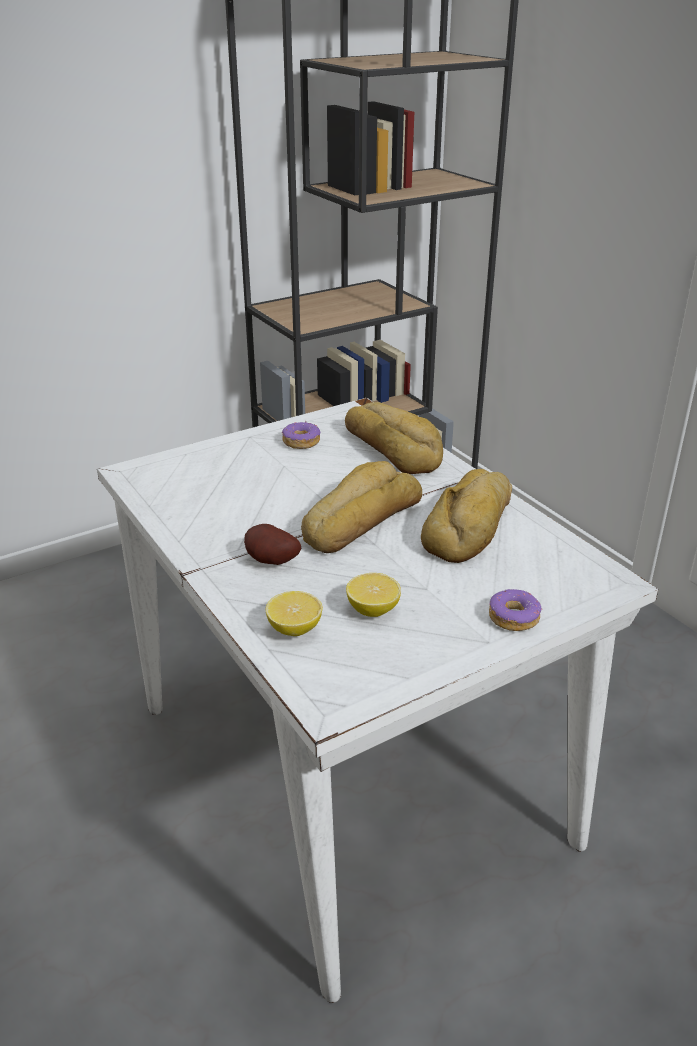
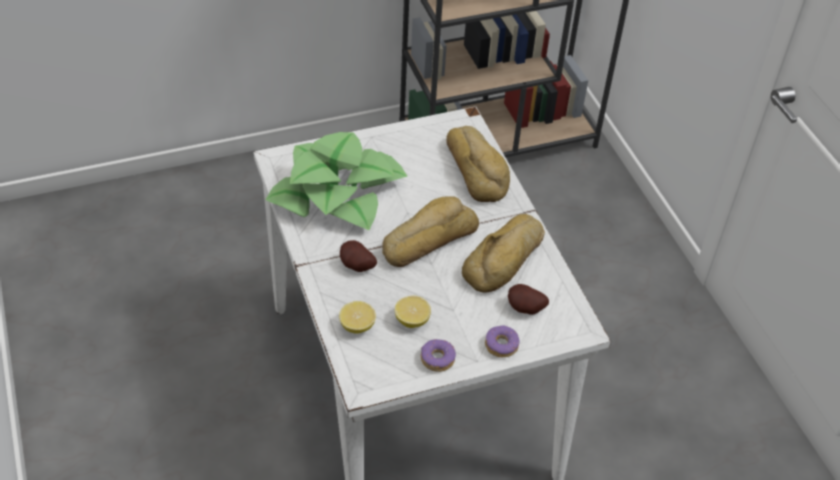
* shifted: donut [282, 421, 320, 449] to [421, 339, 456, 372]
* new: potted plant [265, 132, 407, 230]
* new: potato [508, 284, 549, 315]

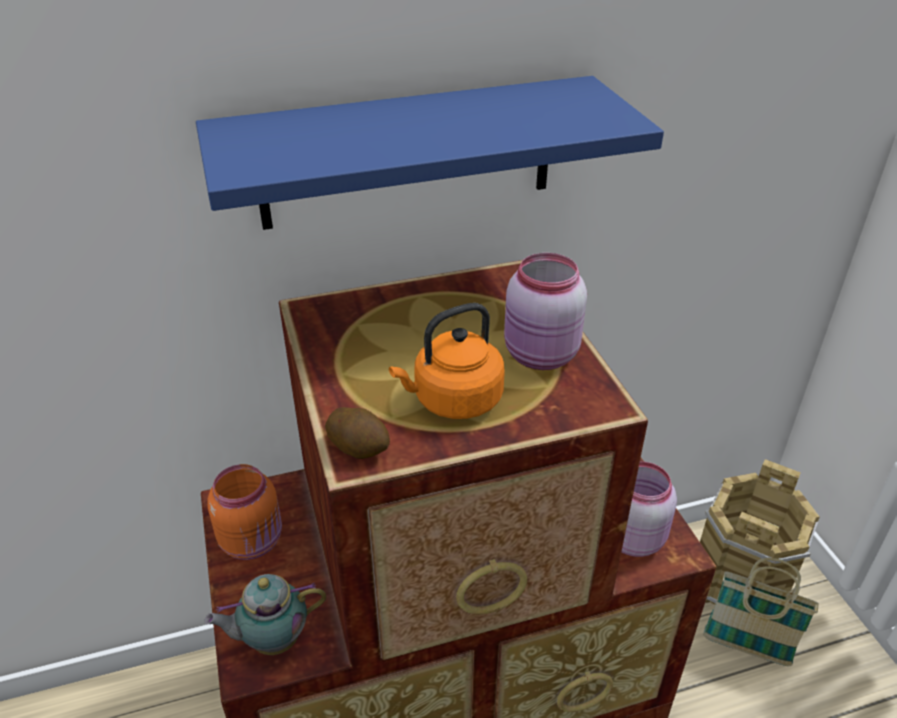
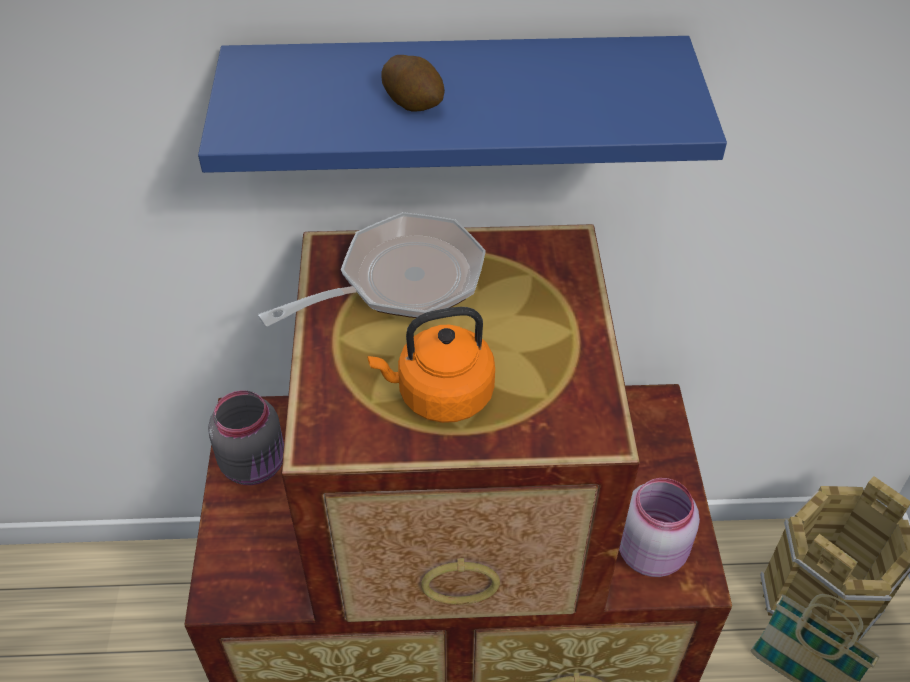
* gone: jar in pink [504, 253, 587, 370]
* shifted: potato [325, 407, 390, 459] to [382, 55, 445, 111]
* repainted: jar in orange [207, 464, 282, 560] to jar in grey [208, 390, 284, 485]
* gone: teapot [204, 574, 327, 655]
* new: frying pan [258, 212, 486, 327]

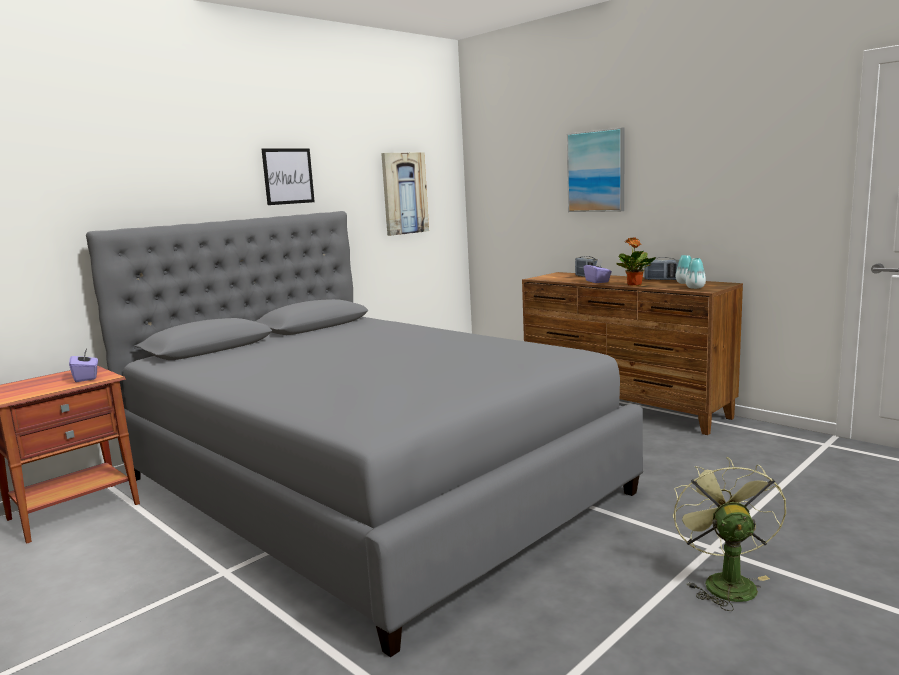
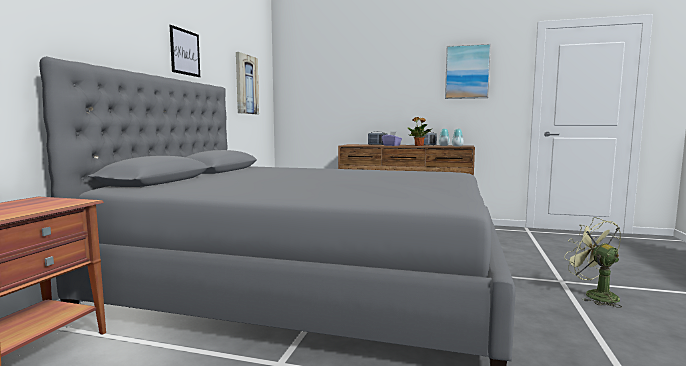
* shifted: picture [567, 127, 624, 212] to [445, 43, 491, 99]
* gone: tissue box in purple [69, 349, 98, 382]

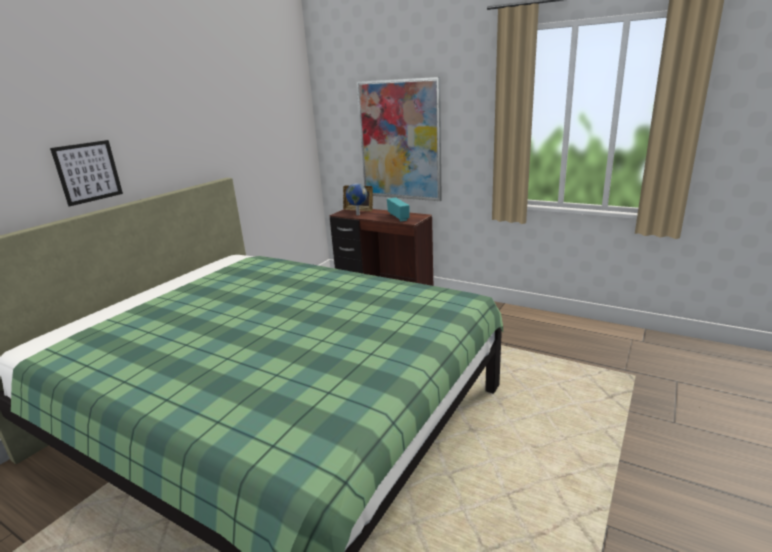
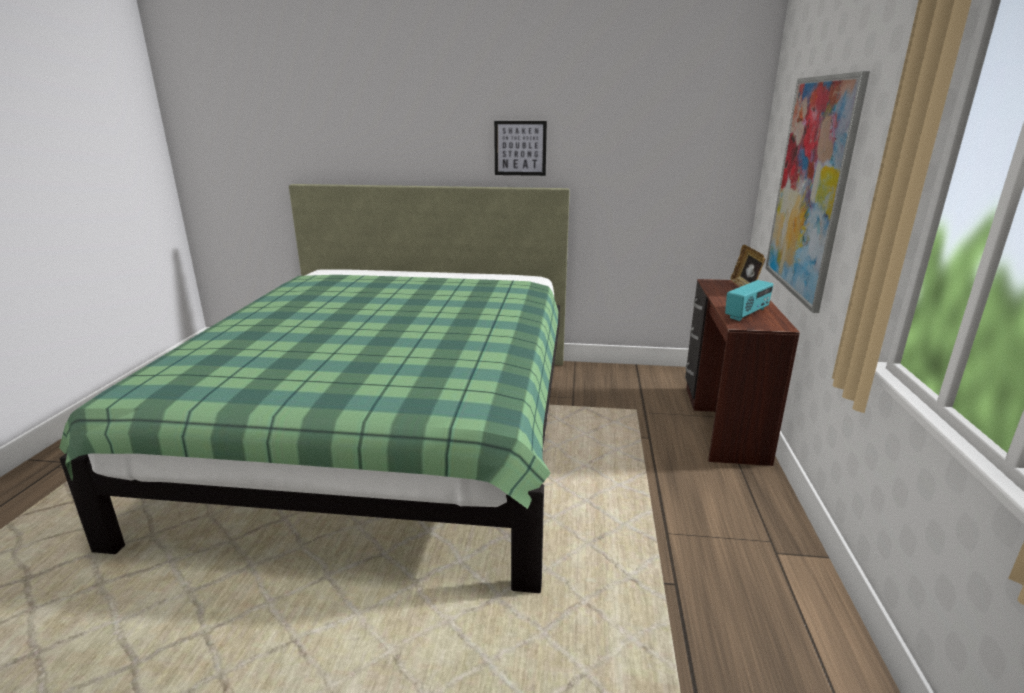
* shifted: picture [50, 140, 123, 207] to [494, 121, 547, 176]
* gone: globe [346, 183, 367, 215]

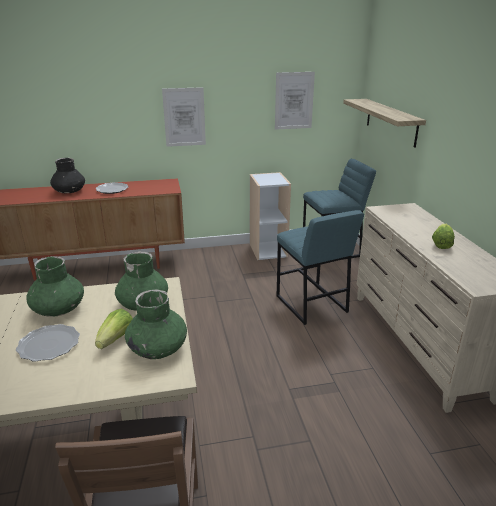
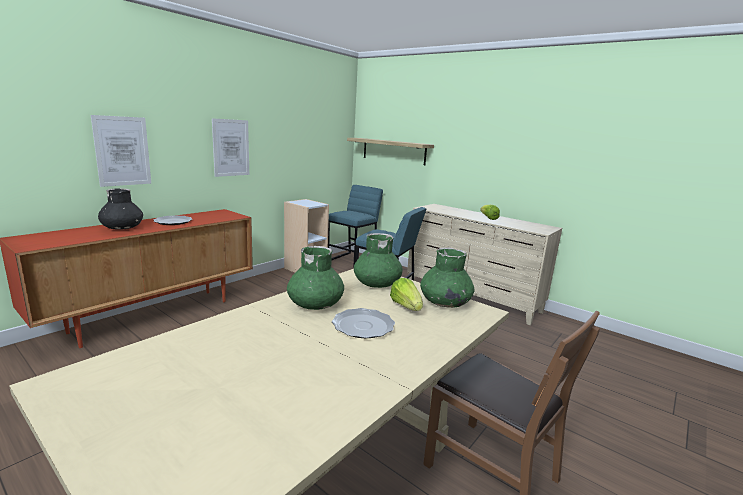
* shifted: picture [275, 72, 315, 130] to [91, 115, 151, 187]

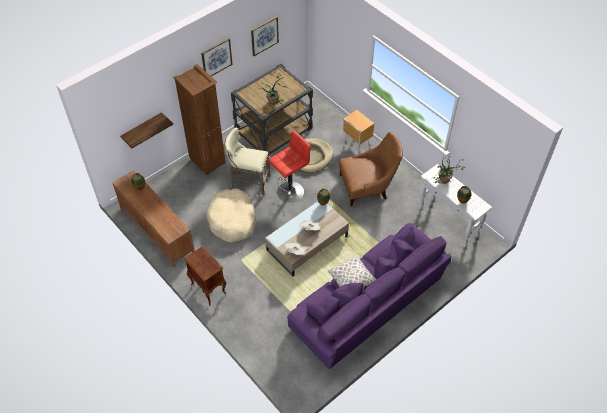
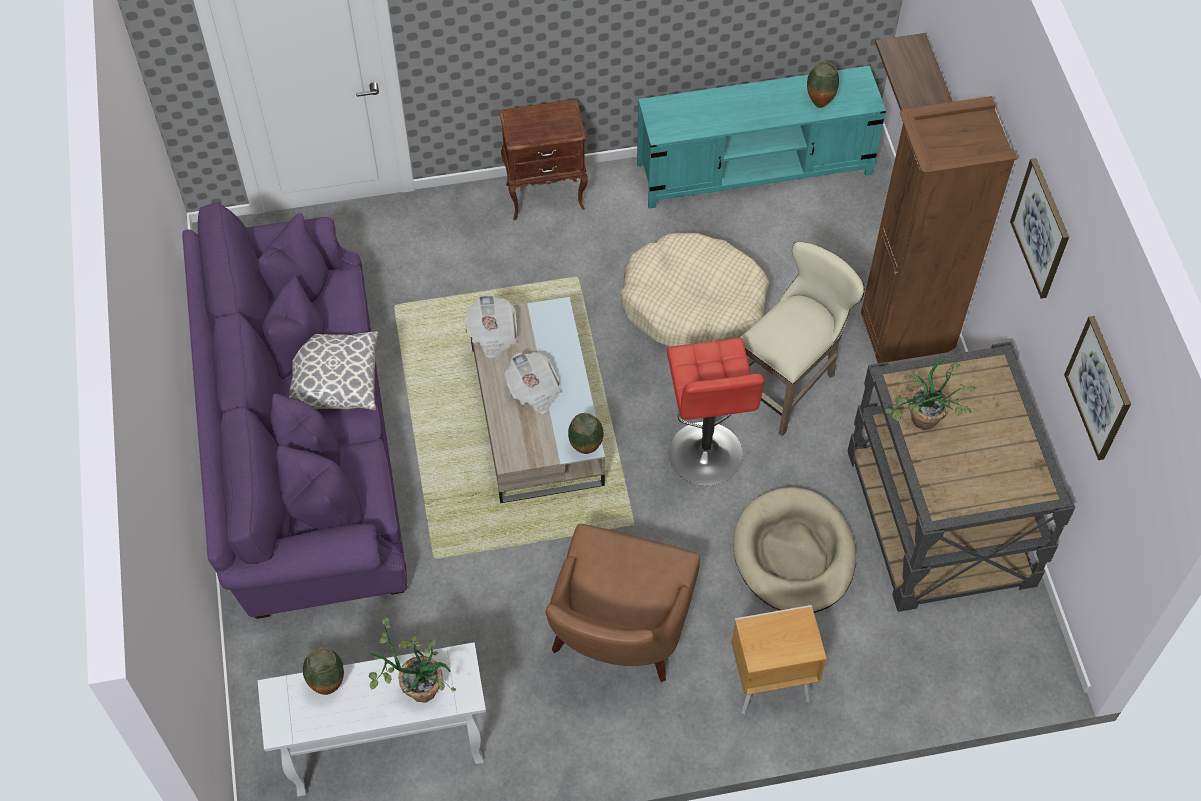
* repainted: tv stand in brown [112, 170, 195, 268] to tv stand in turquoise [637, 66, 886, 209]

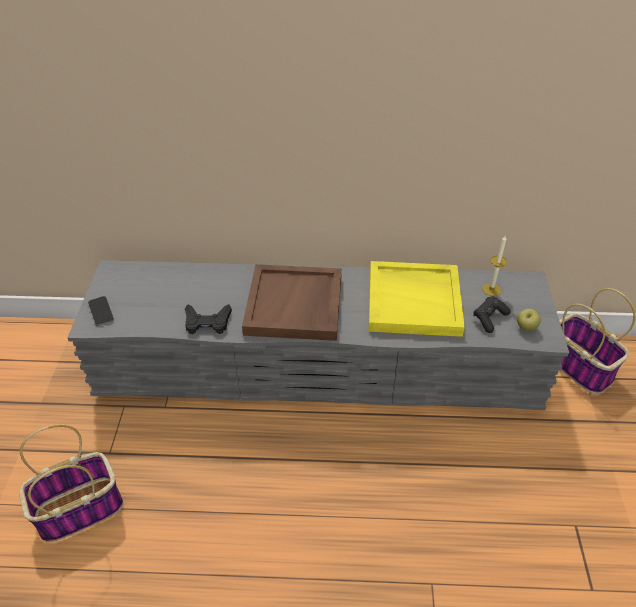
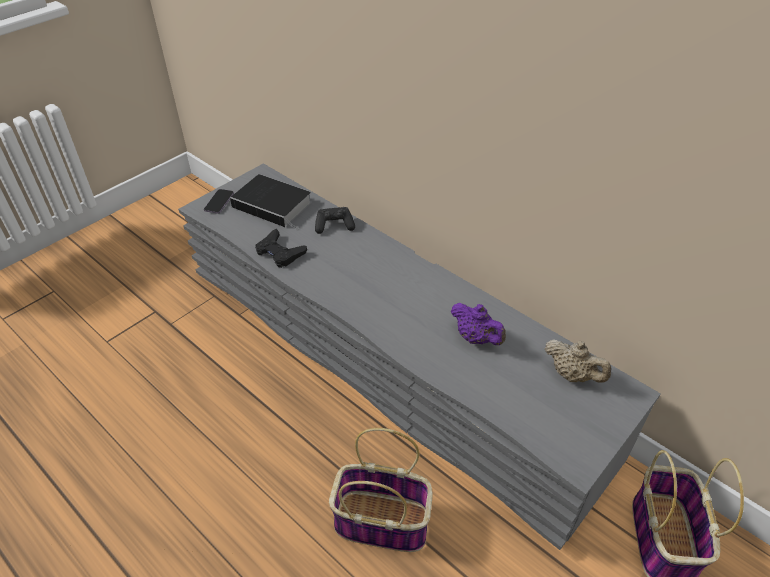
* swapped: candle [482, 236, 507, 296] to teapot in beige [544, 339, 611, 383]
* swapped: tray in yellow [369, 261, 465, 337] to teapot in purple [451, 303, 506, 345]
* gone: tray in brown [242, 264, 342, 341]
* shifted: game controller in black [473, 296, 511, 333] to [315, 207, 355, 234]
* gone: apple [517, 309, 541, 331]
* shifted: basket [19, 424, 123, 542] to [329, 428, 433, 552]
* new: book [230, 174, 312, 230]

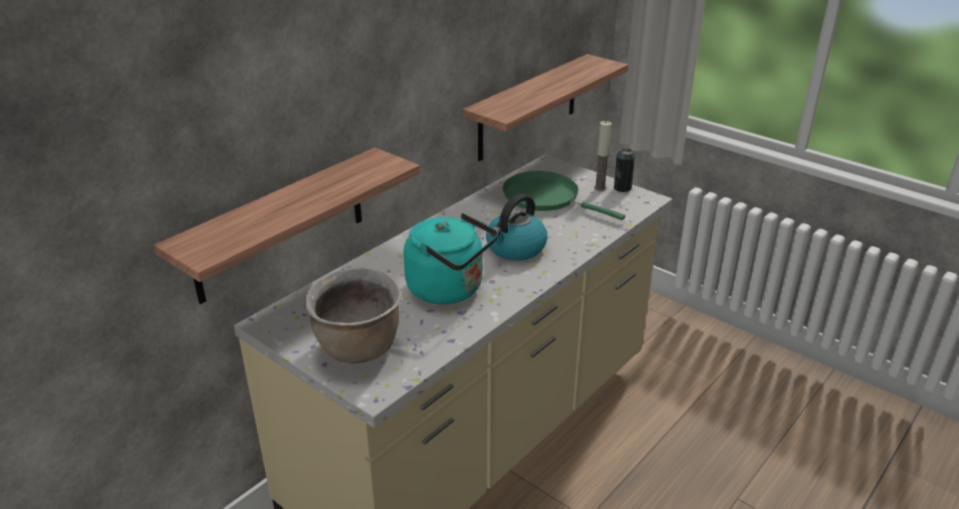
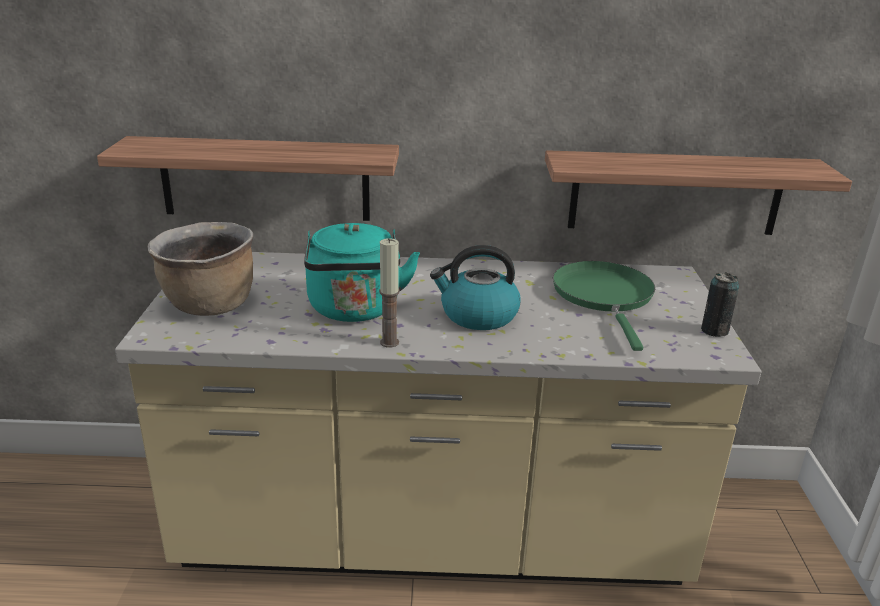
* shifted: candle [594, 121, 612, 191] to [379, 238, 400, 348]

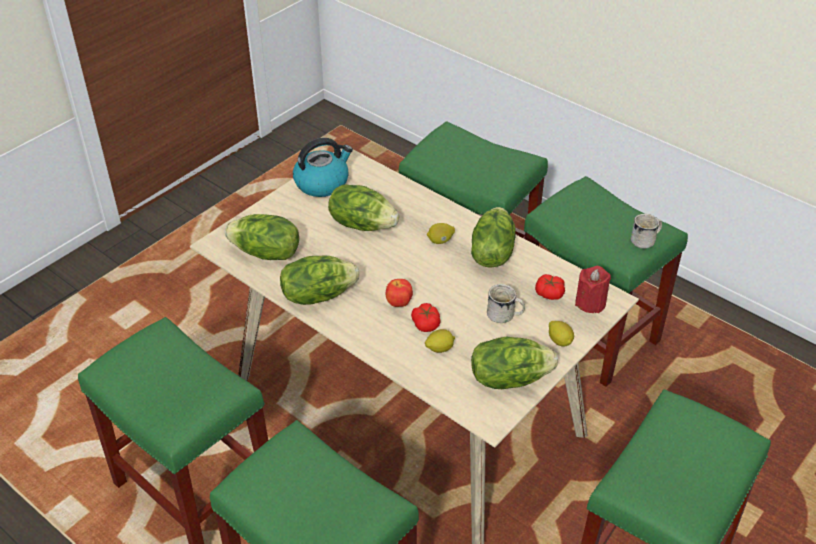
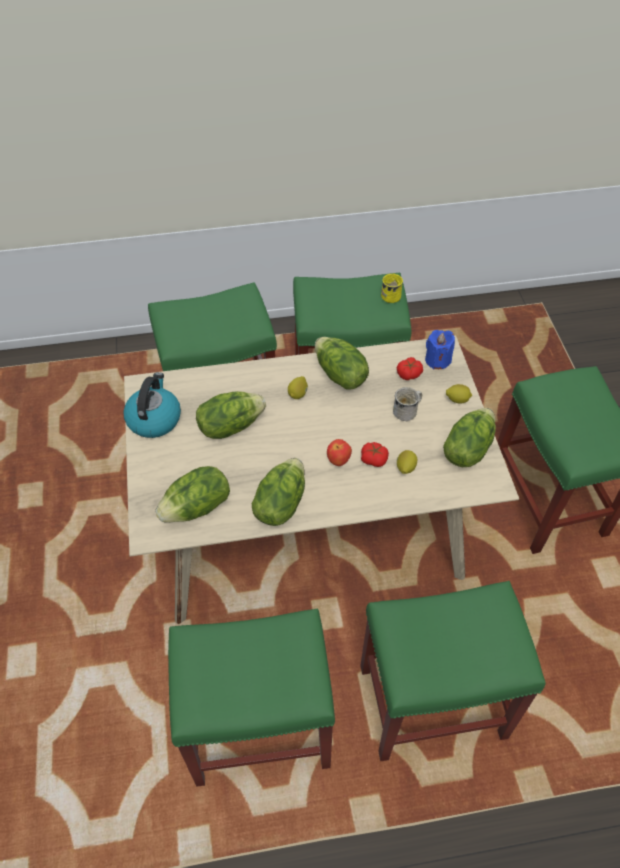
* repainted: mug in white [631, 214, 662, 249] to mug in yellow [381, 274, 403, 303]
* repainted: candle in red [575, 266, 611, 313] to candle in blue [425, 330, 455, 369]

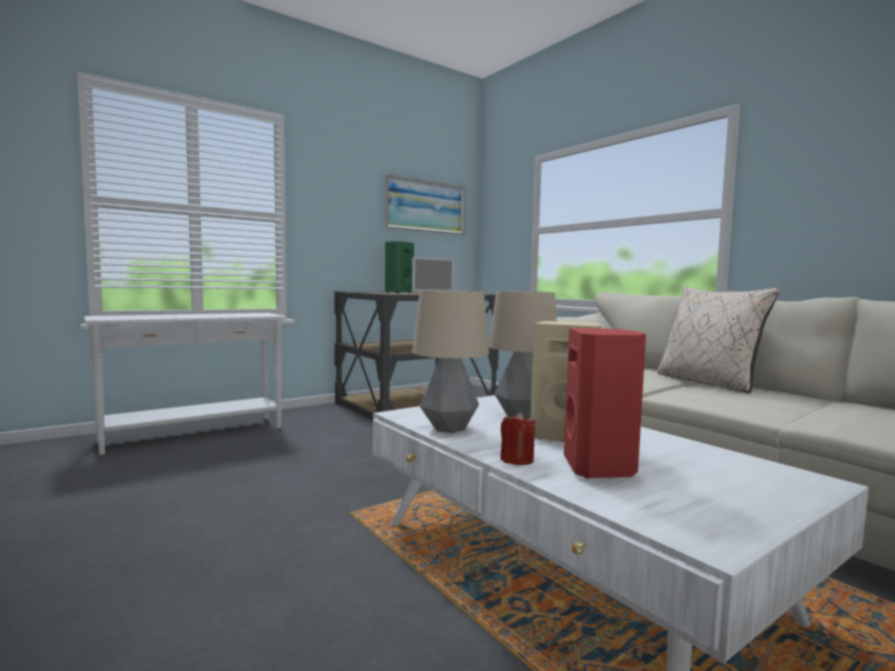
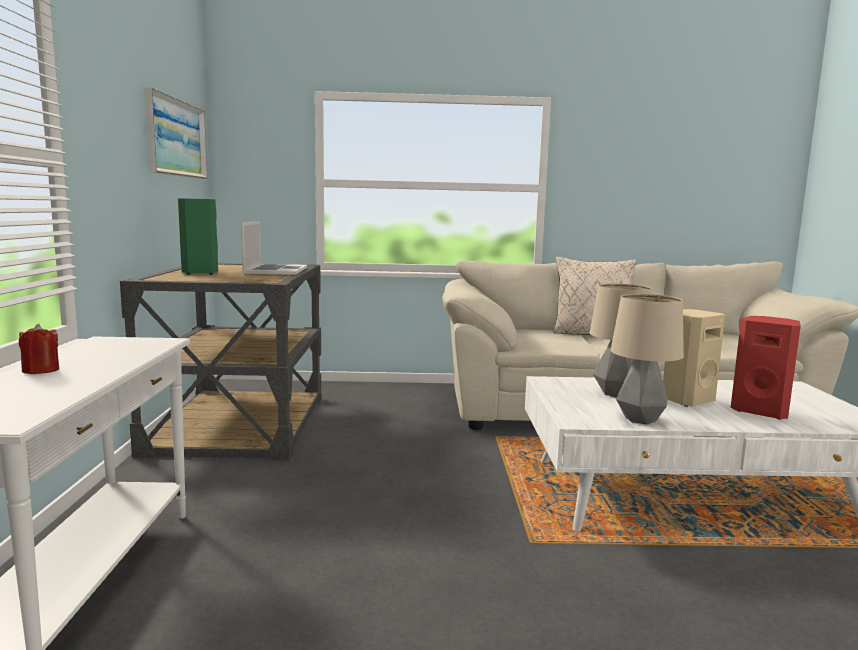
* shifted: candle in red [500, 412, 536, 465] to [19, 324, 59, 374]

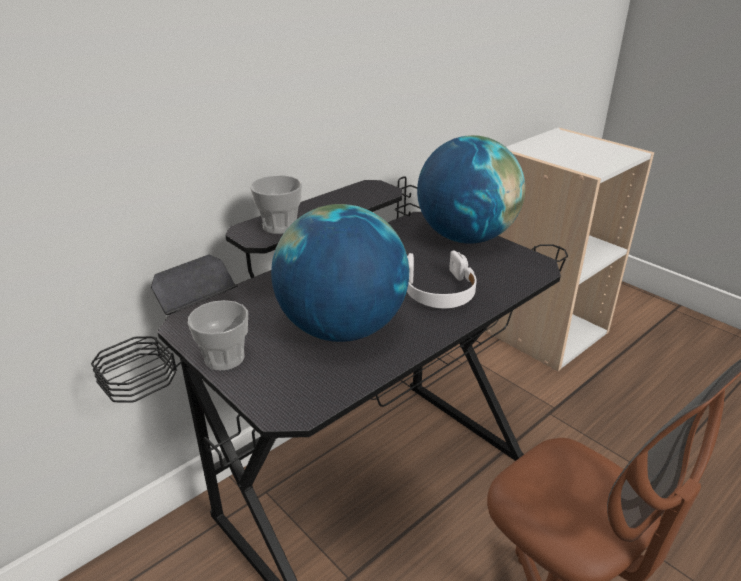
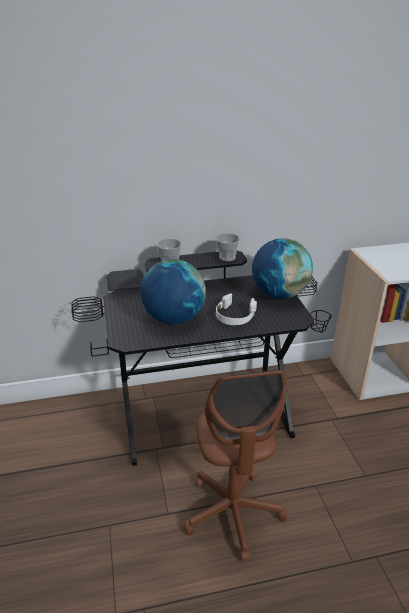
* shifted: cup [188, 300, 248, 370] to [216, 233, 240, 261]

